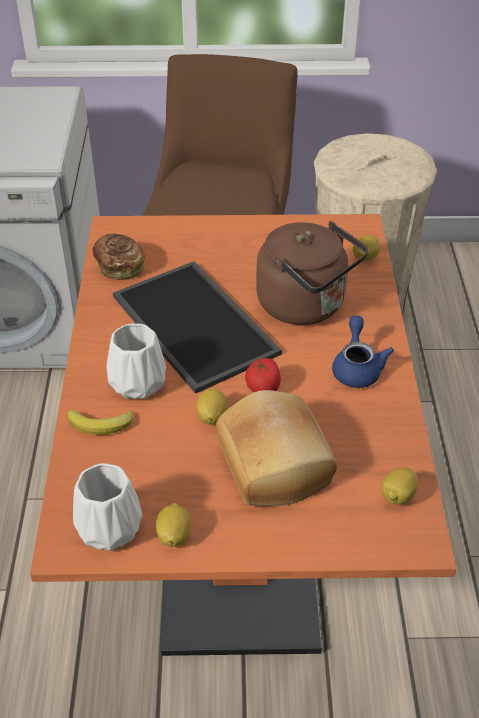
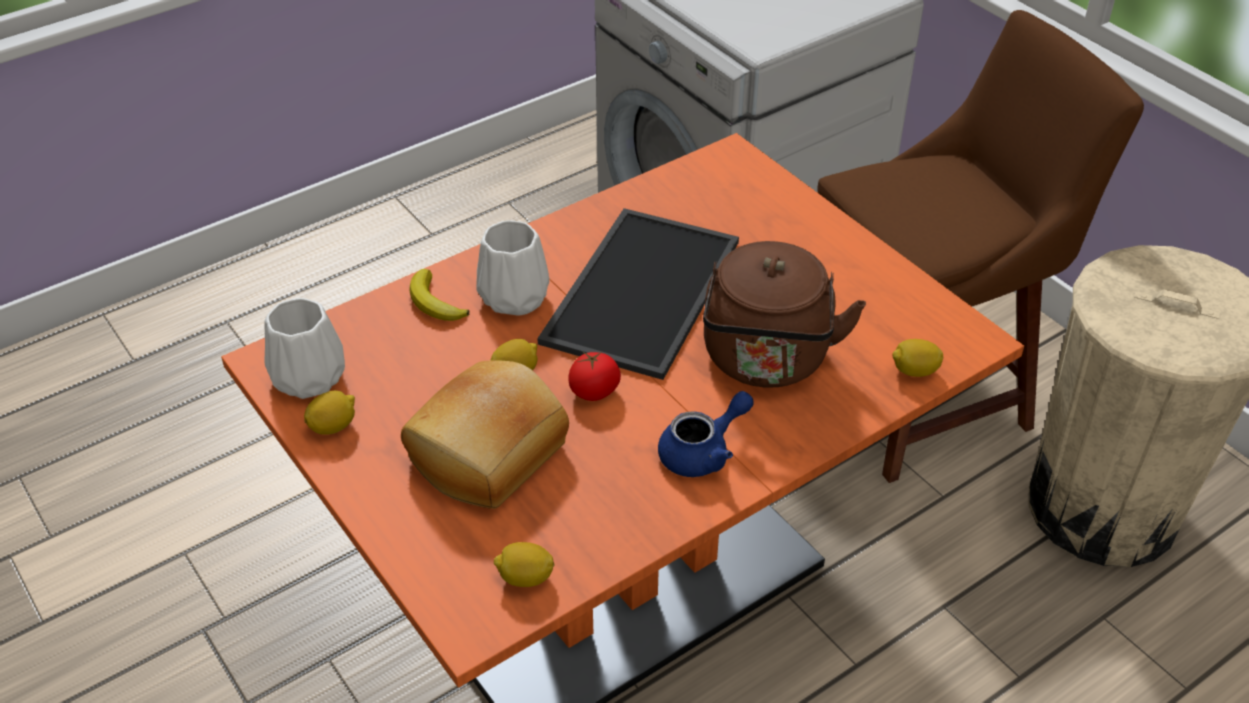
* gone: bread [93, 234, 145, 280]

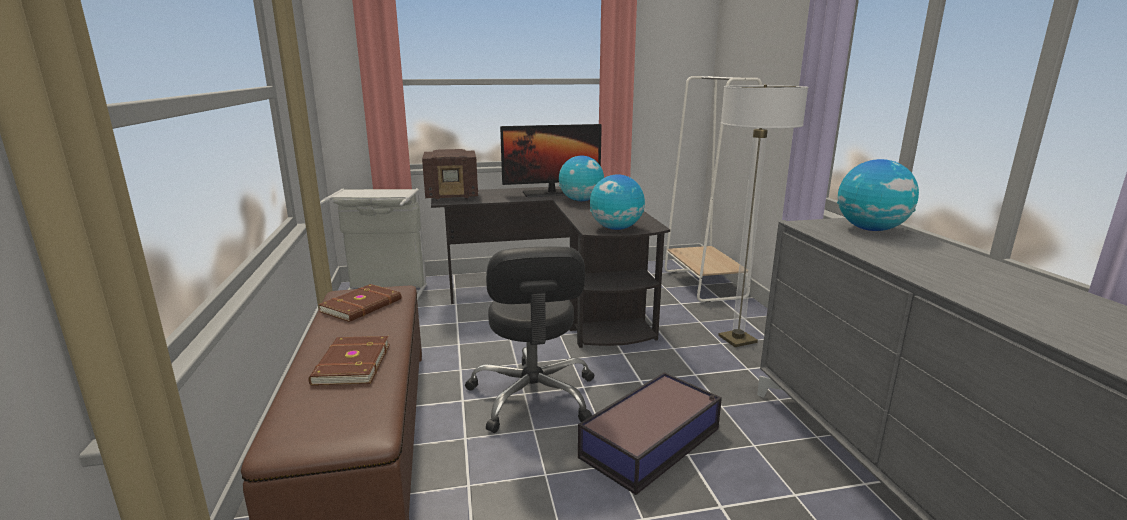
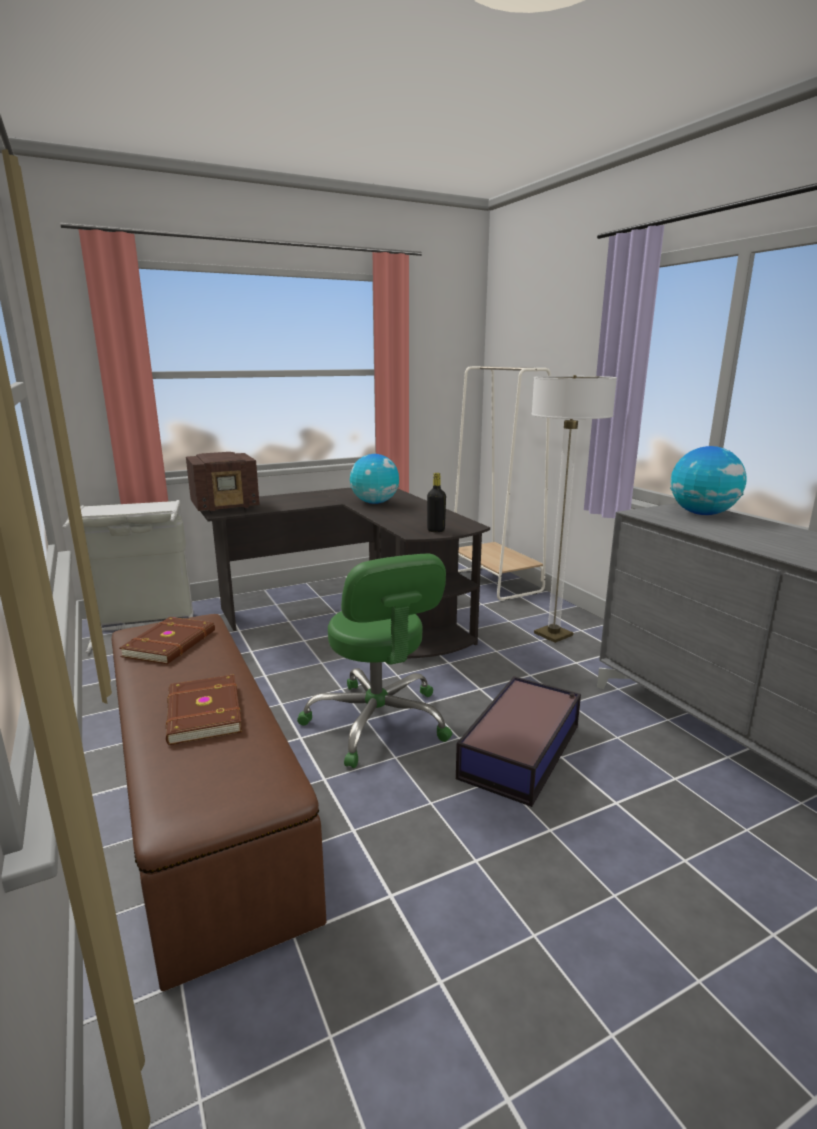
* gone: monitor [500, 124, 602, 197]
* swapped: globe [590, 174, 645, 230] to bottle in black [427, 473, 446, 532]
* repainted: office chair in black [465, 247, 594, 433] to office chair in green [297, 553, 452, 768]

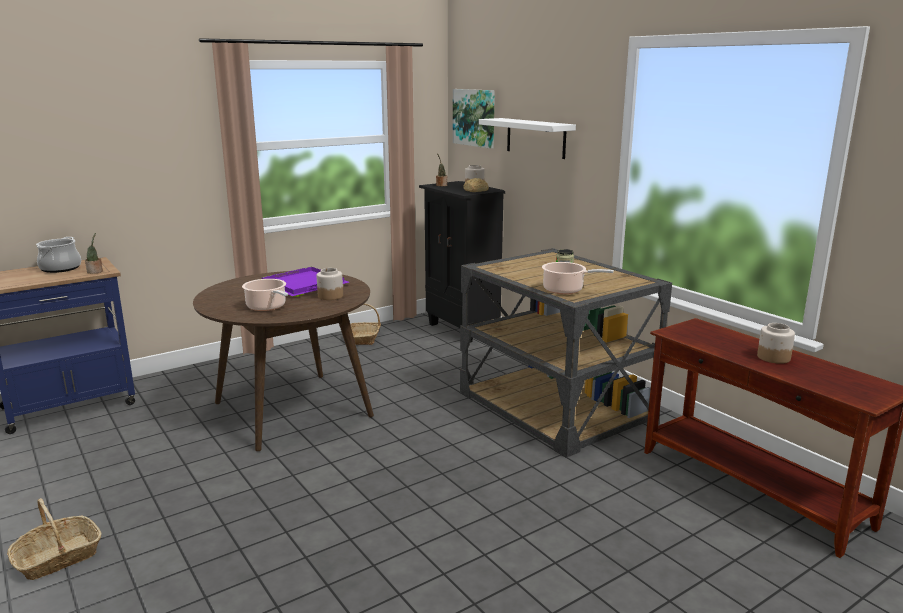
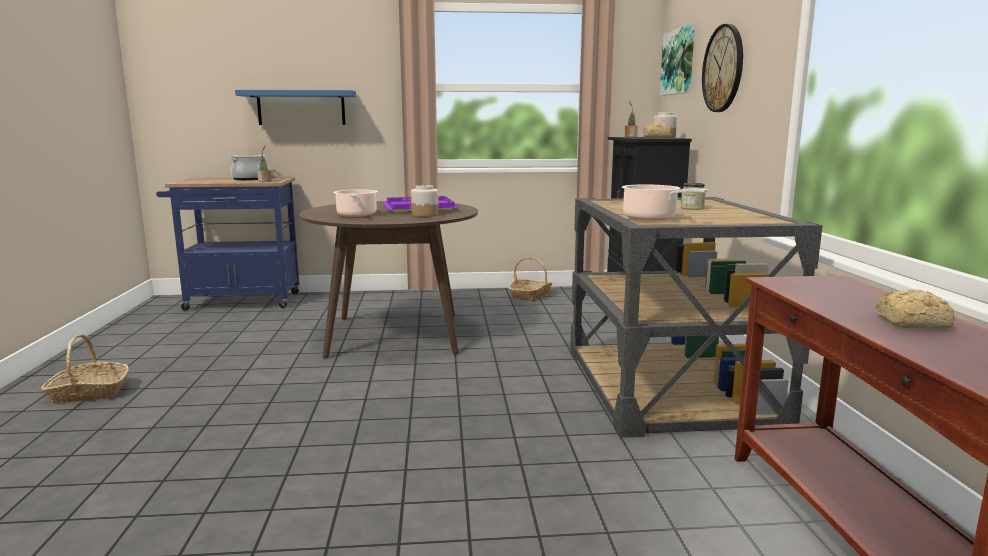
* swapped: shelf in white [479, 118, 576, 159] to wall clock [702, 24, 743, 112]
* swapped: jar [757, 323, 795, 364] to bread [876, 289, 955, 329]
* new: shelf in blue [235, 90, 356, 125]

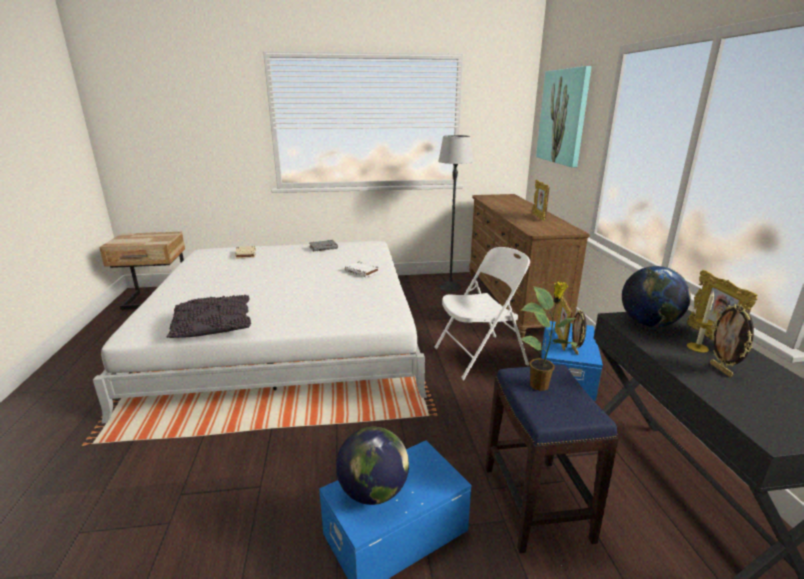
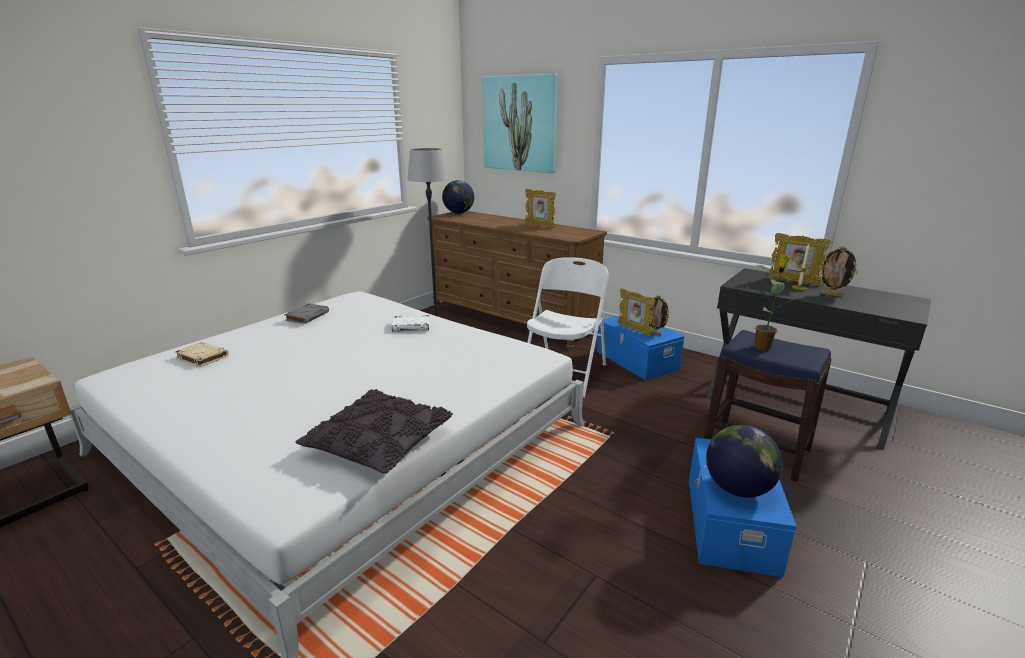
* shifted: globe [622, 266, 691, 327] to [442, 180, 474, 214]

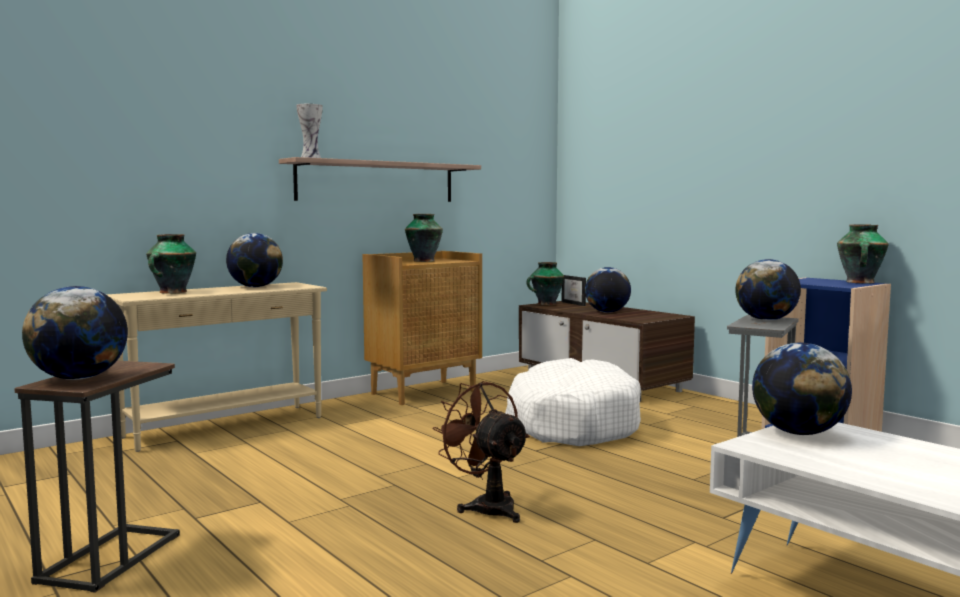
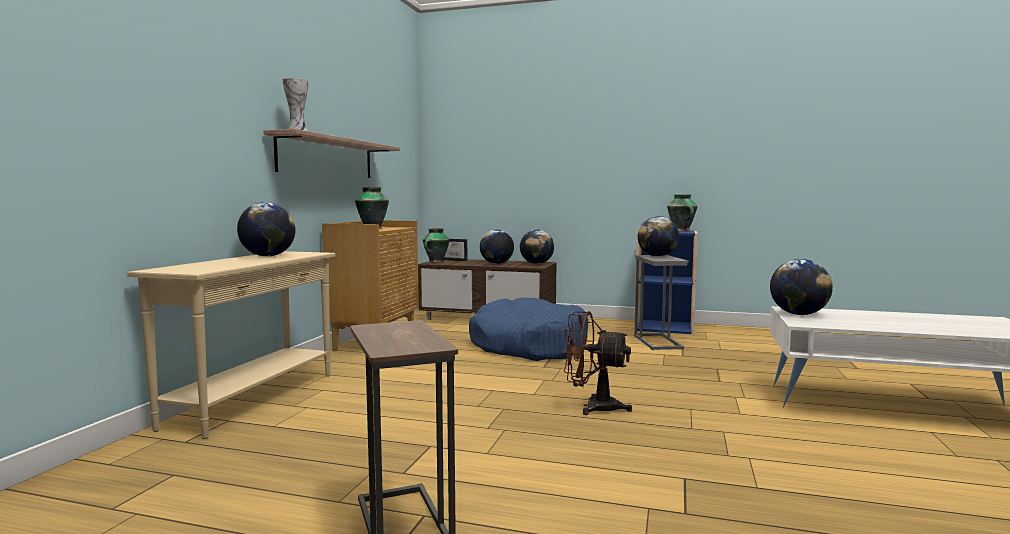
* gone: vase [146, 234, 196, 294]
* shifted: globe [22, 286, 128, 380] to [520, 230, 554, 264]
* repainted: dog bed in white [505, 358, 641, 446] to dog bed in blue [469, 298, 589, 361]

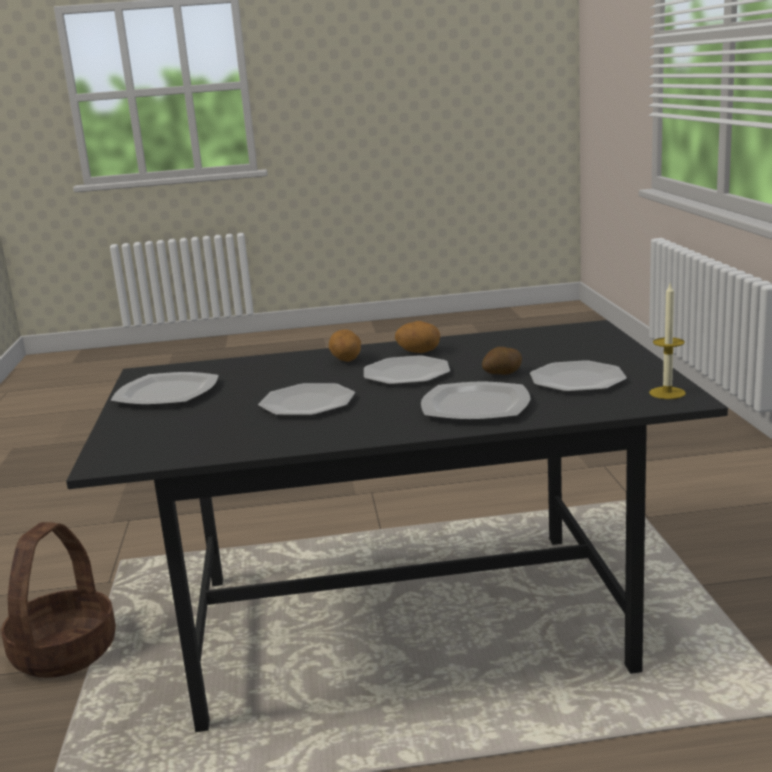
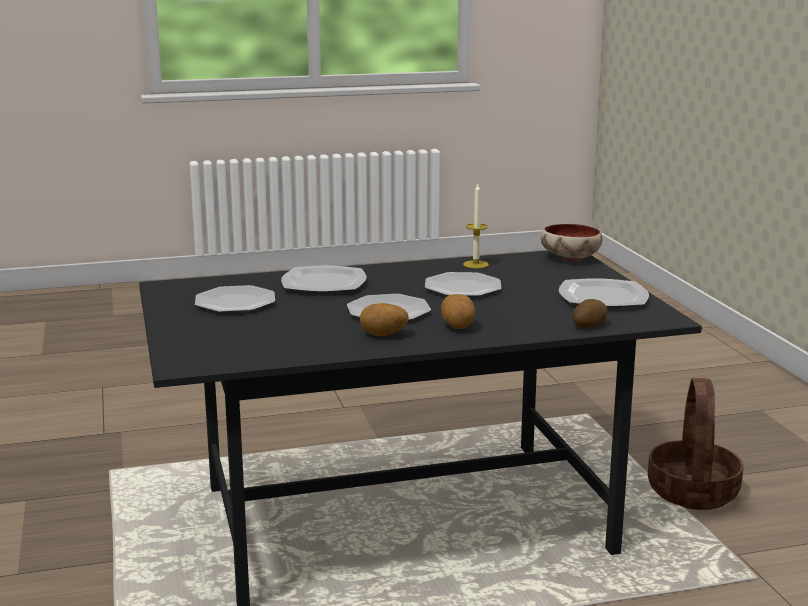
* shifted: candle [649, 284, 686, 399] to [463, 184, 489, 268]
* shifted: potato [482, 347, 522, 375] to [572, 299, 608, 328]
* new: bowl [541, 224, 603, 261]

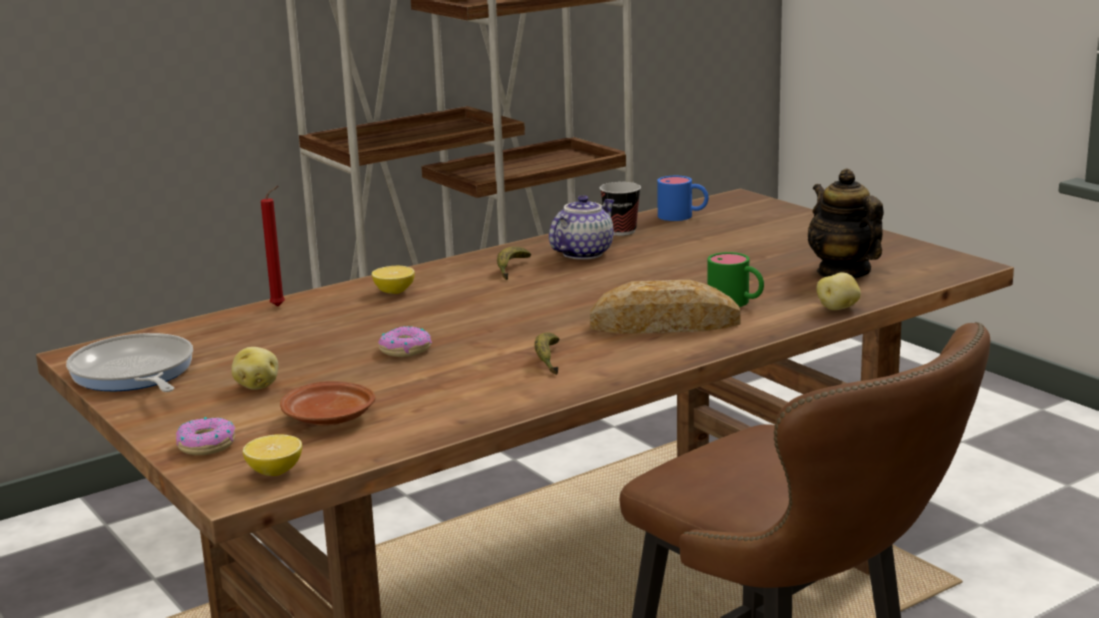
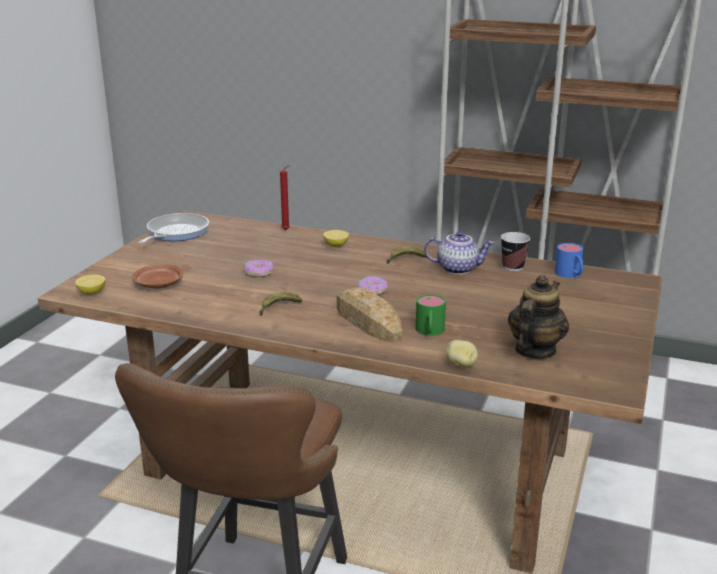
* gone: potato [231, 347, 278, 390]
* shifted: donut [176, 417, 236, 455] to [357, 276, 389, 295]

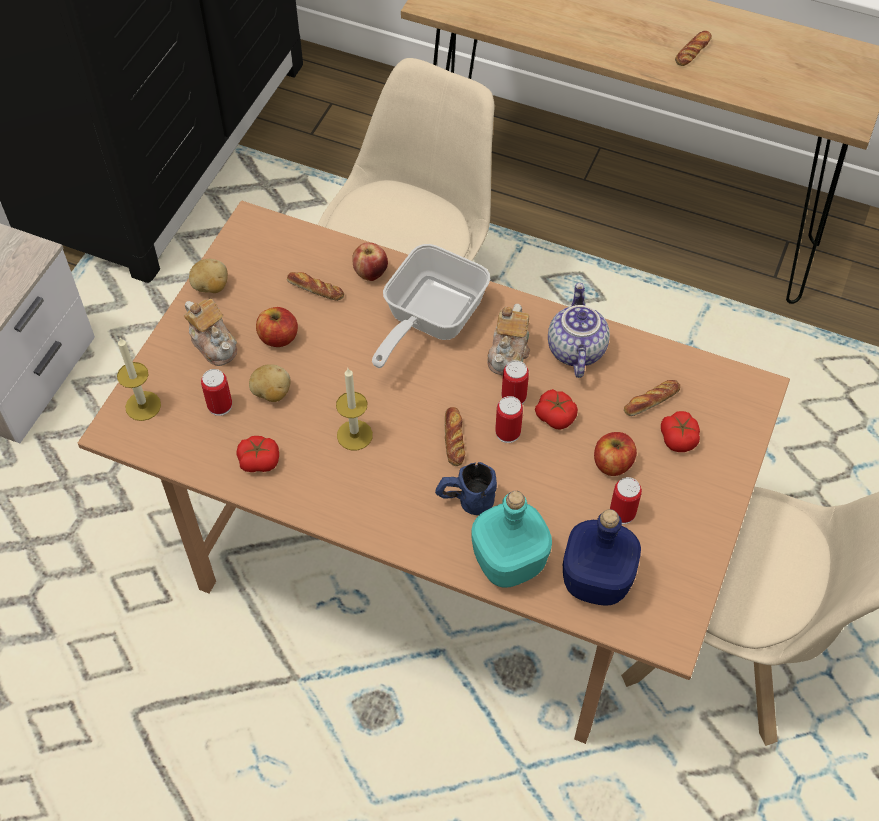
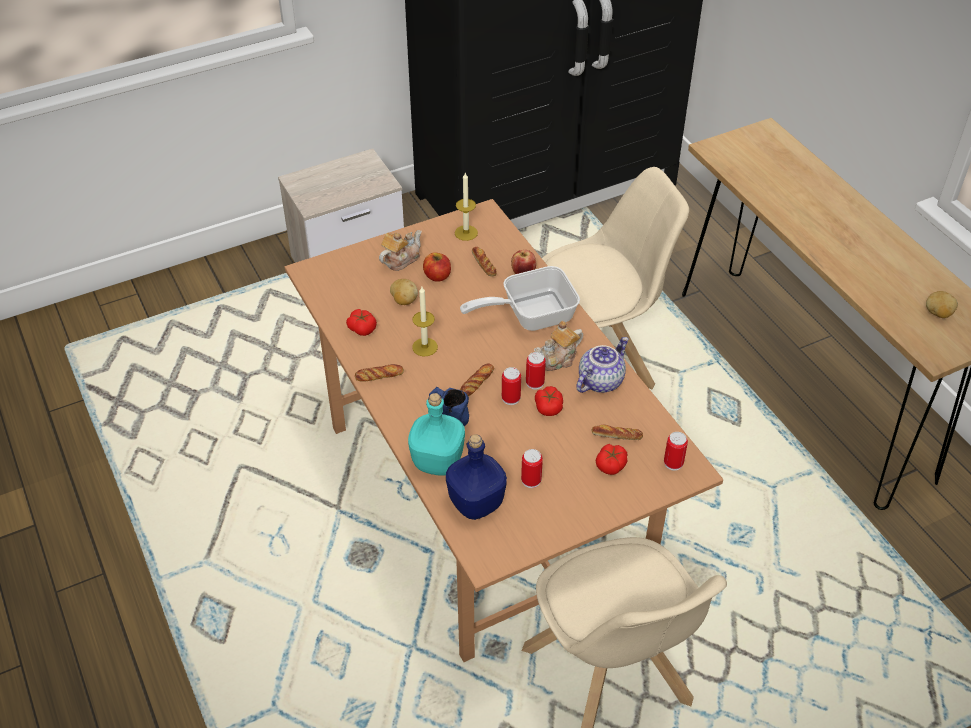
* shifted: bread [675, 31, 712, 66] to [355, 364, 404, 382]
* shifted: potato [189, 259, 228, 293] to [926, 291, 958, 318]
* rotated: teapot [184, 299, 237, 366] = [379, 230, 422, 271] 135 degrees counterclockwise
* shifted: candle [117, 338, 161, 421] to [455, 173, 478, 241]
* shifted: can [201, 369, 232, 416] to [664, 432, 688, 471]
* gone: apple [594, 432, 637, 476]

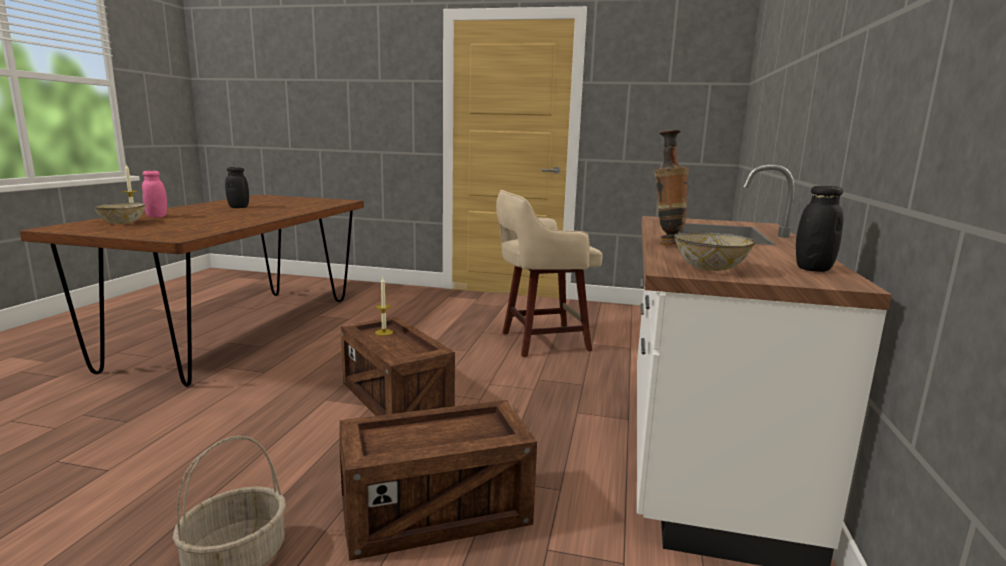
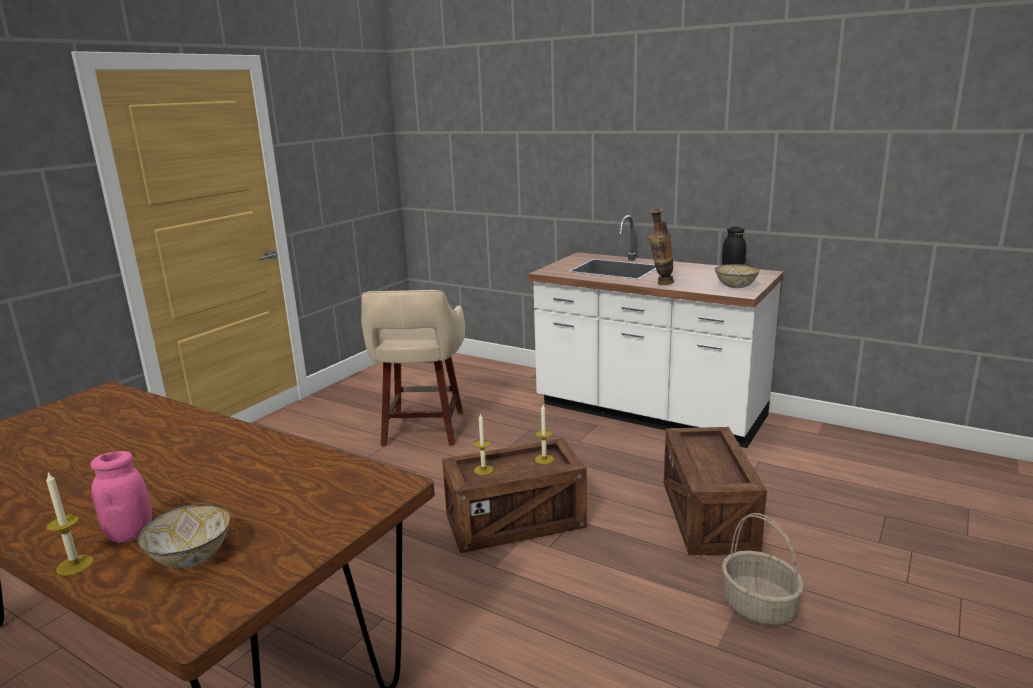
* gone: jar in black [225, 167, 249, 208]
* new: candle [535, 405, 554, 464]

